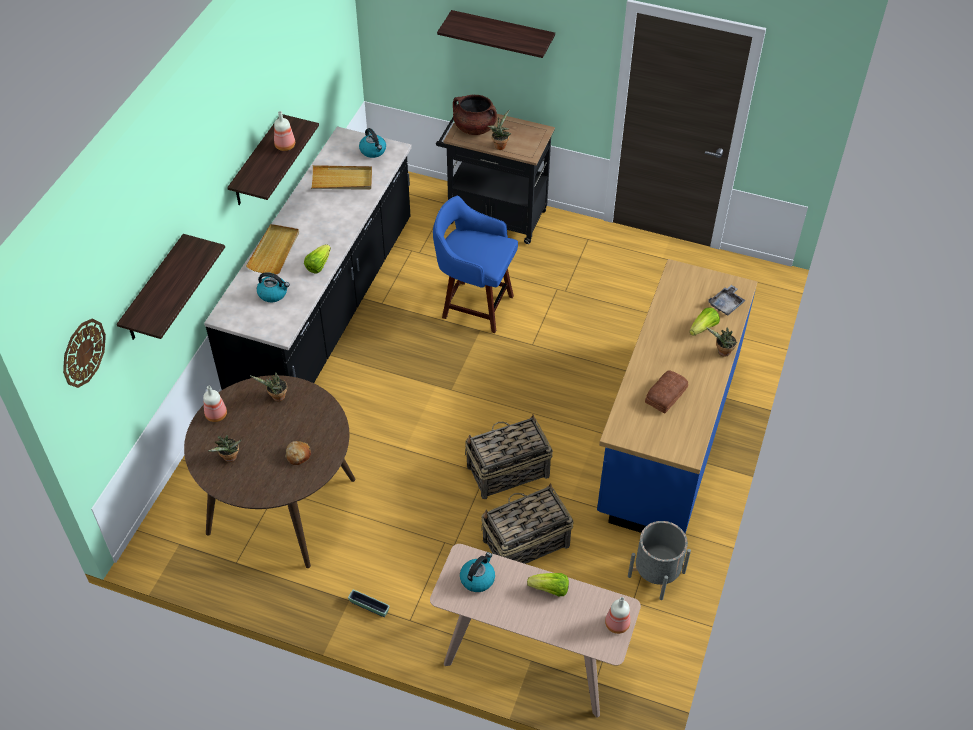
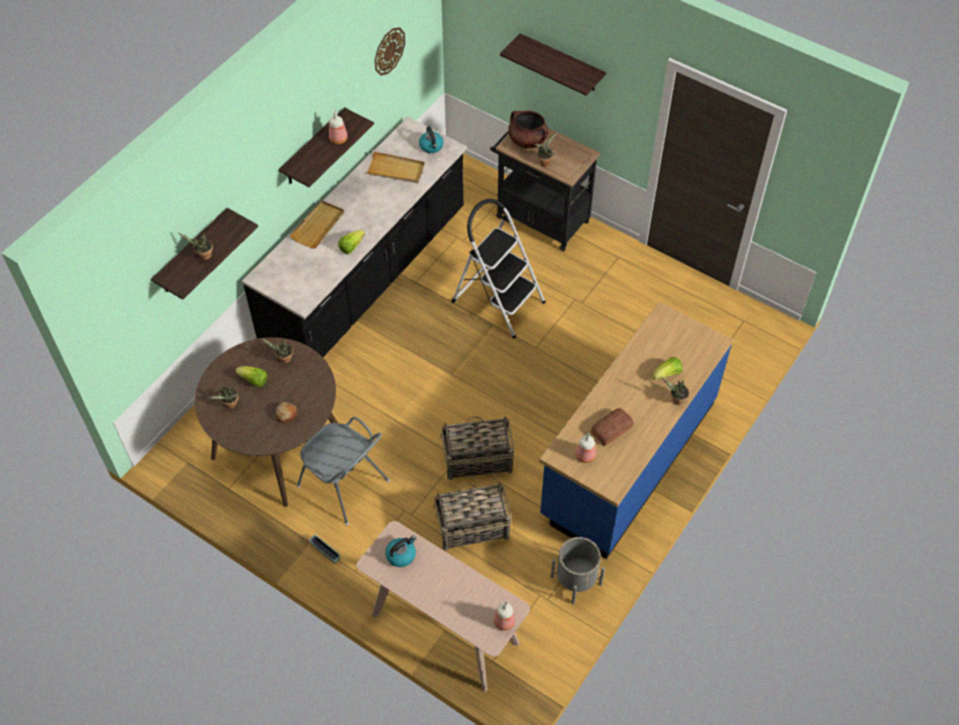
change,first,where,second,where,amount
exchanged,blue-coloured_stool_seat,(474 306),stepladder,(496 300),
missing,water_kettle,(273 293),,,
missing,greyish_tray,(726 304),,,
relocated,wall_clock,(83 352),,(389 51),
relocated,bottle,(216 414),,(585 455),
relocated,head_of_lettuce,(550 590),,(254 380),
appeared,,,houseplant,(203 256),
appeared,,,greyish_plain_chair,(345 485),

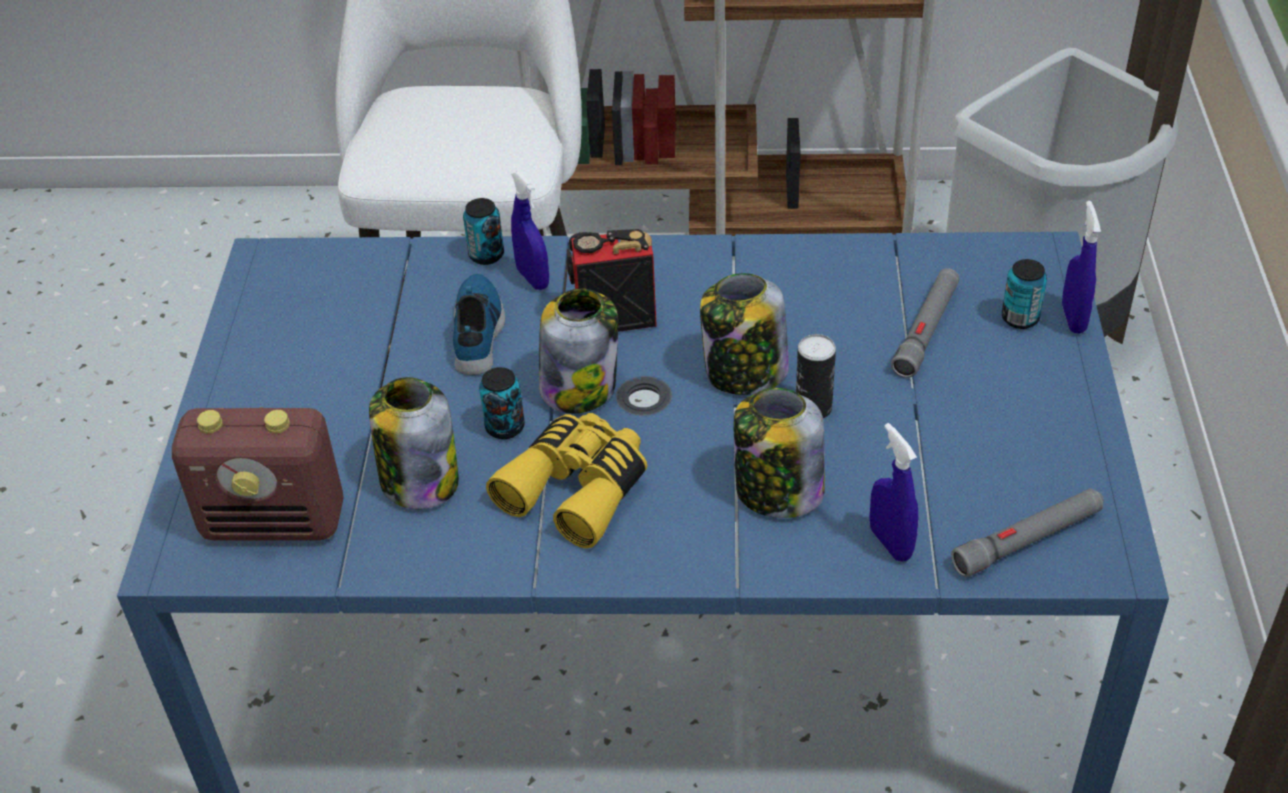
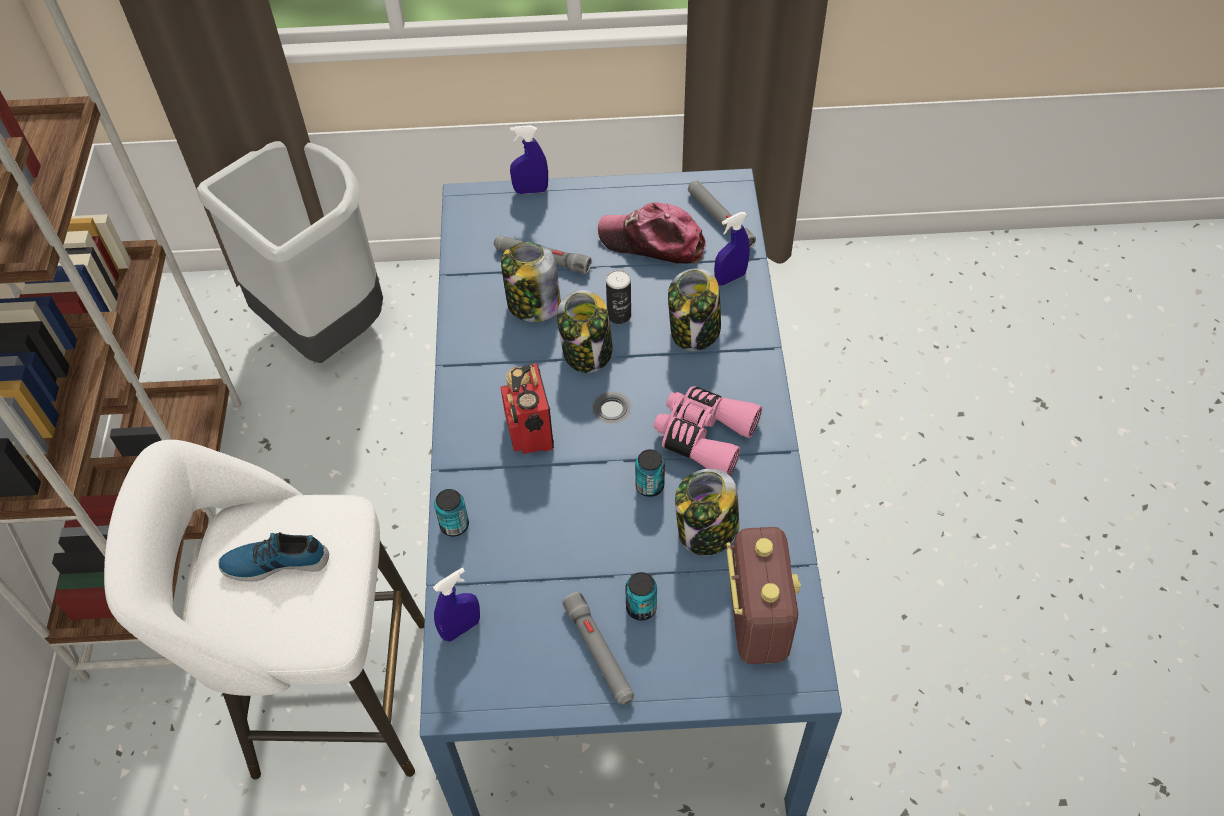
change,first,where,second,where,amount
relocated,blue-coloured_sprayer,(533 278),,(461 628),
relocated,can,(1020 318),,(641 607),
relocated,item_of_footwear,(479 330),,(276 561),
relocated,storage_jar,(579 387),,(532 305),
colour,yellowish_field_glasses,(578 488),pink-coloured_field_glasses,(704 436),
appeared,,,cap,(652 242),
appeared,,,greyish_flashlight,(599 653),

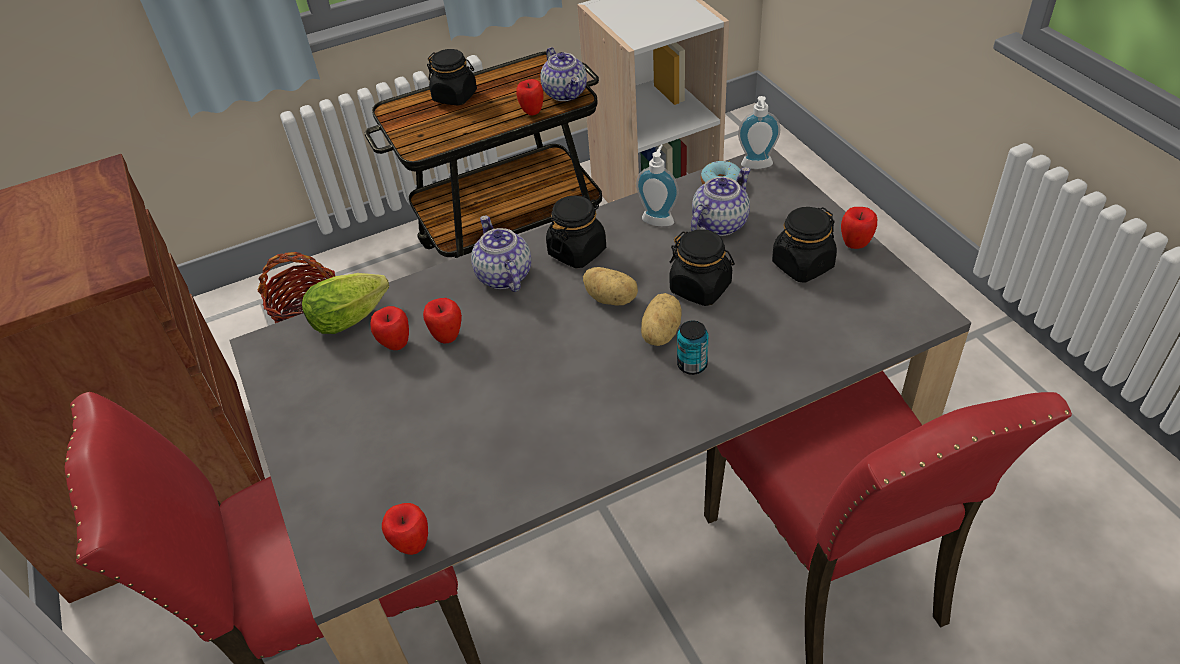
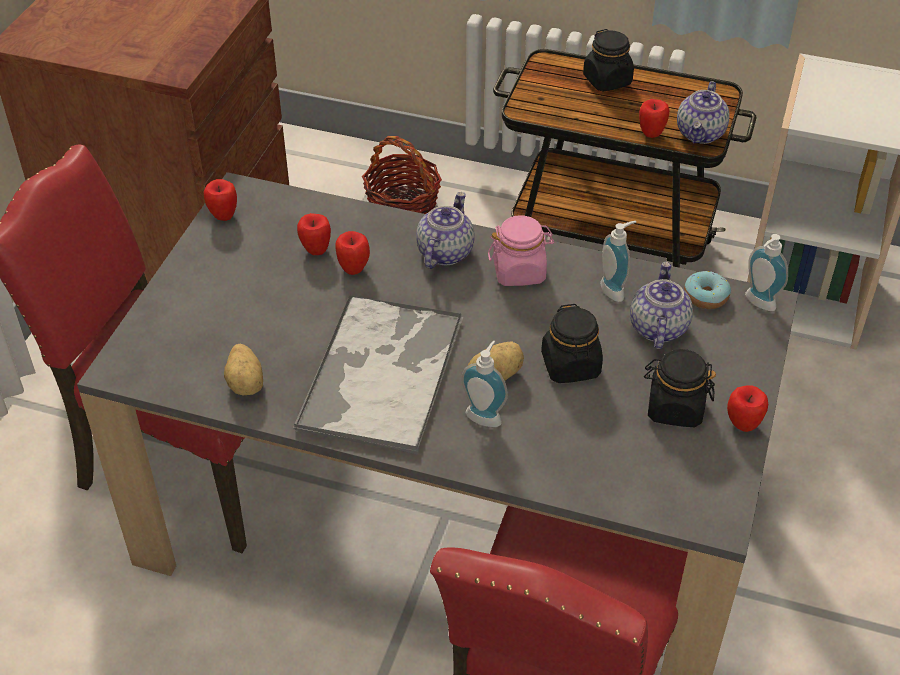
change,first,where,second,where,amount
spun,pot_for_tea,(719 223),,(657 327),75 degrees counterclockwise
colour,blackish_storage_jar,(577 251),pink-coloured_storage_jar,(519 271),
relocated,whole_potato,(611 298),,(246 383),
missing,head_of_lettuce,(354 317),,,
exchanged,can,(692 365),soap_bottle,(485 415),
relocated,apple,(412 545),,(223 216),
appeared,,,tray,(382 372),

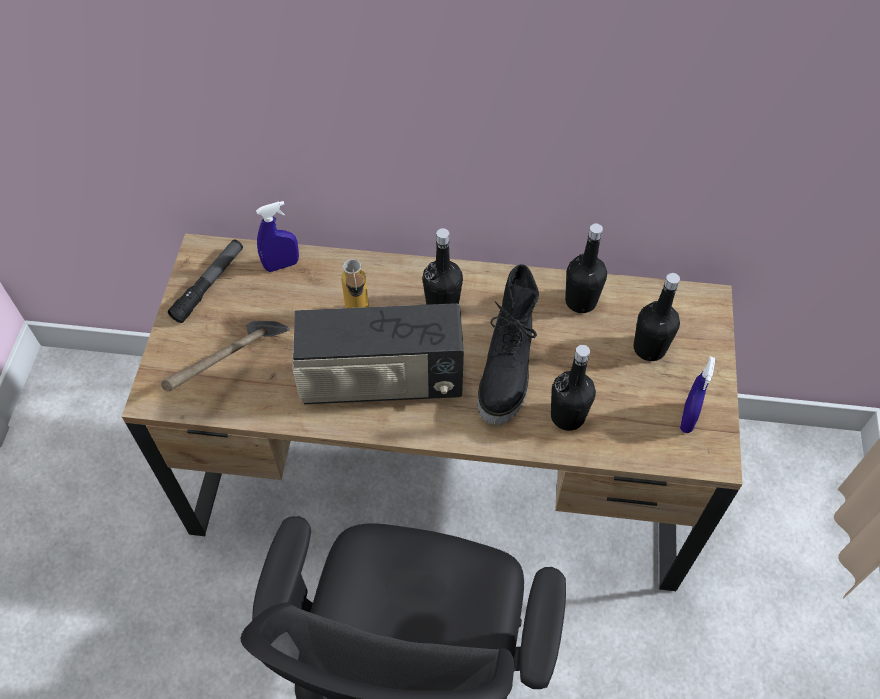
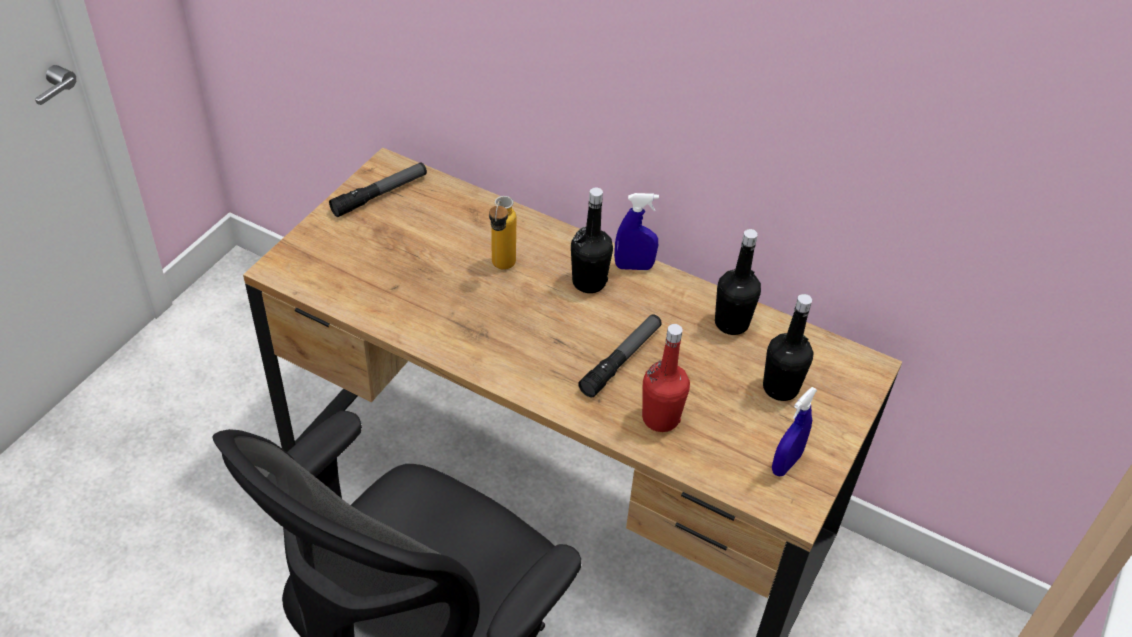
change,first,where,second,where,amount
relocated,blue-coloured_sprayer,(281 265),,(634 266),
exchanged,blackish_tall_boot,(507 372),flashlight,(621 360),
missing,radio,(381 382),,,
missing,hand_hammer,(238 376),,,
colour,blackish_bottle,(567 416),red_bottle,(660 418),

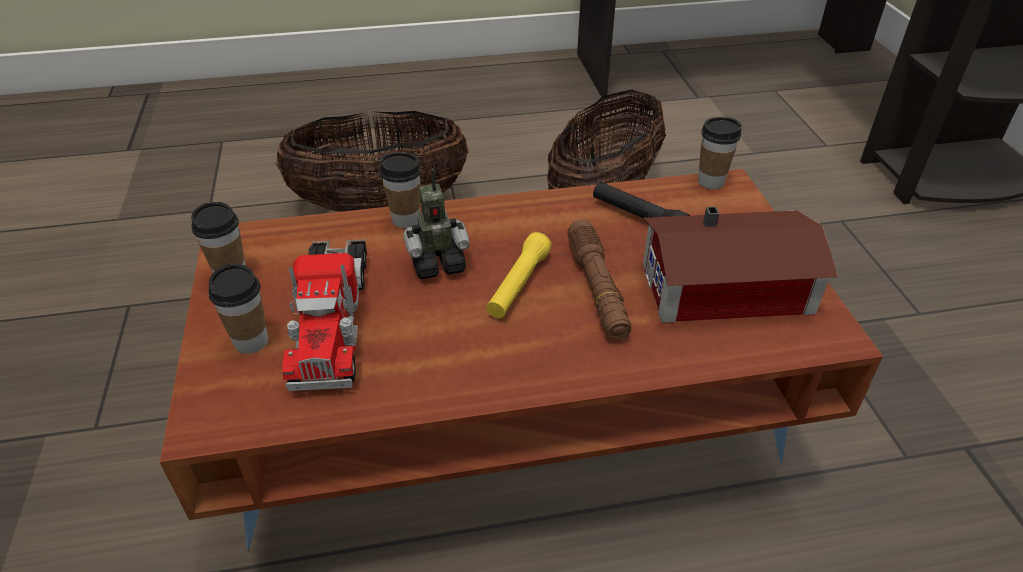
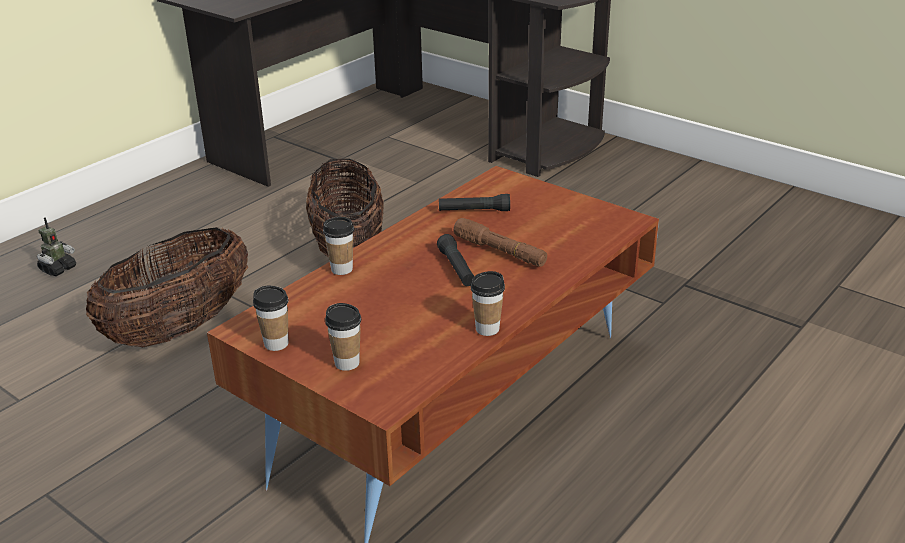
change,first,where,second,where,amount
relocated,small_cup,(711 182),,(487 329),
relocated,robot_figure,(437 263),,(58 269),
missing,toy_house,(732 290),,,
colour,yellowish_flashlight,(518 285),blackish_flashlight,(456 268),
missing,toy_lorry,(332 319),,,

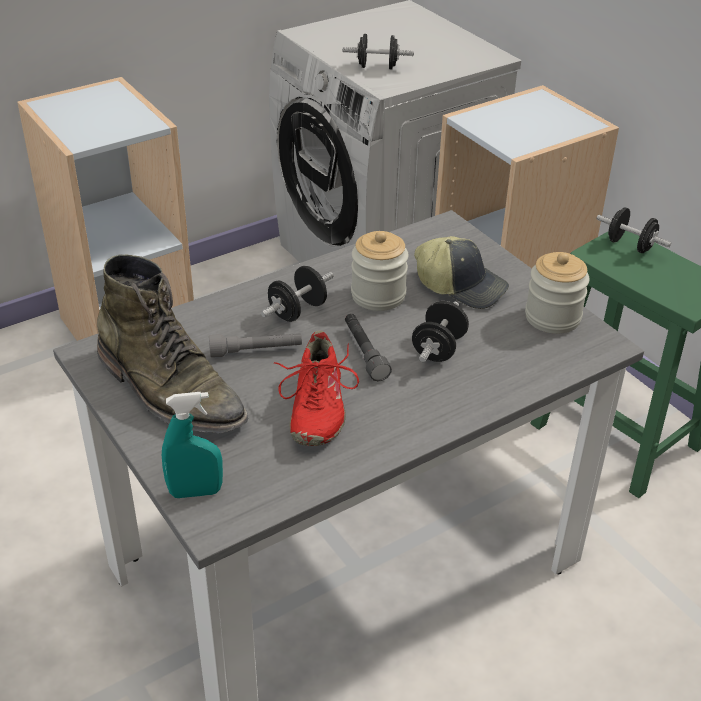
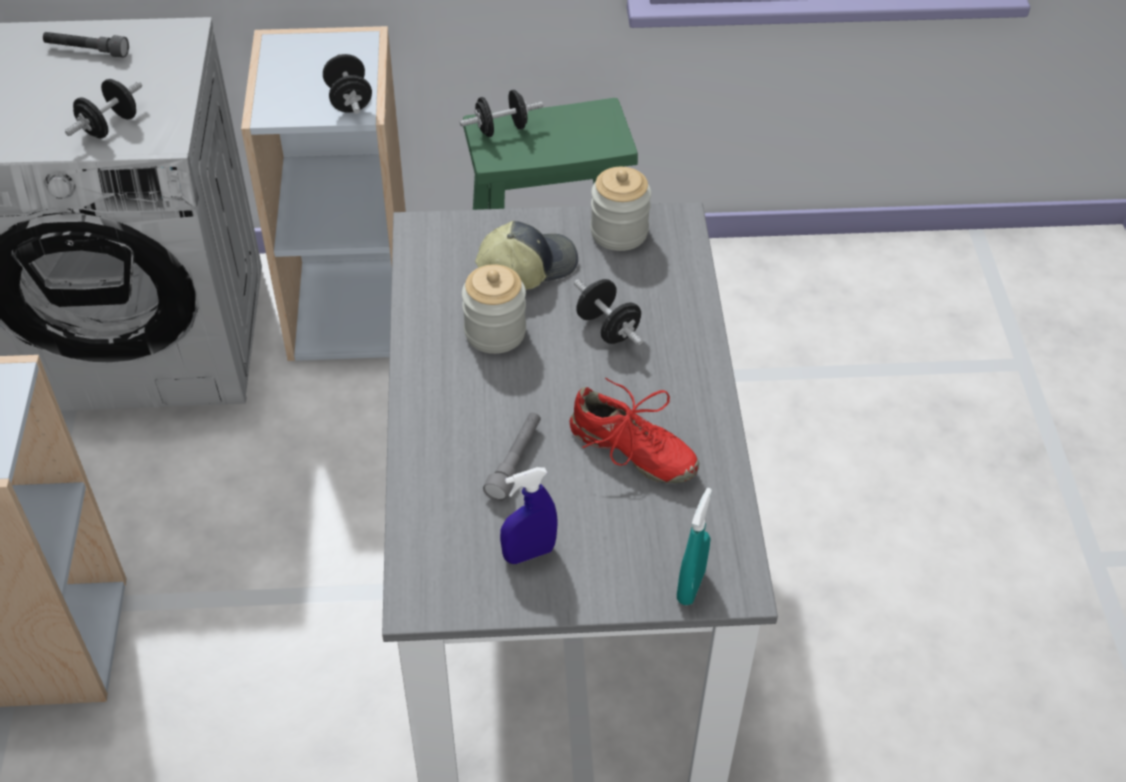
change,first,where,second,where,amount
exchanged,green-coloured_tall_boot,(170 390),blue-coloured_sprayer,(529 553),
relocated,blackish_hand_weight,(297 311),,(349 100),
relocated,greyish_flashlight,(364 353),,(87 51),

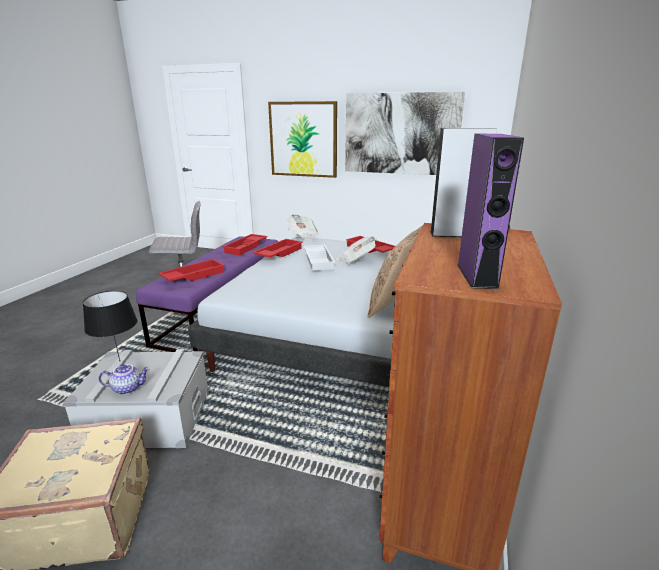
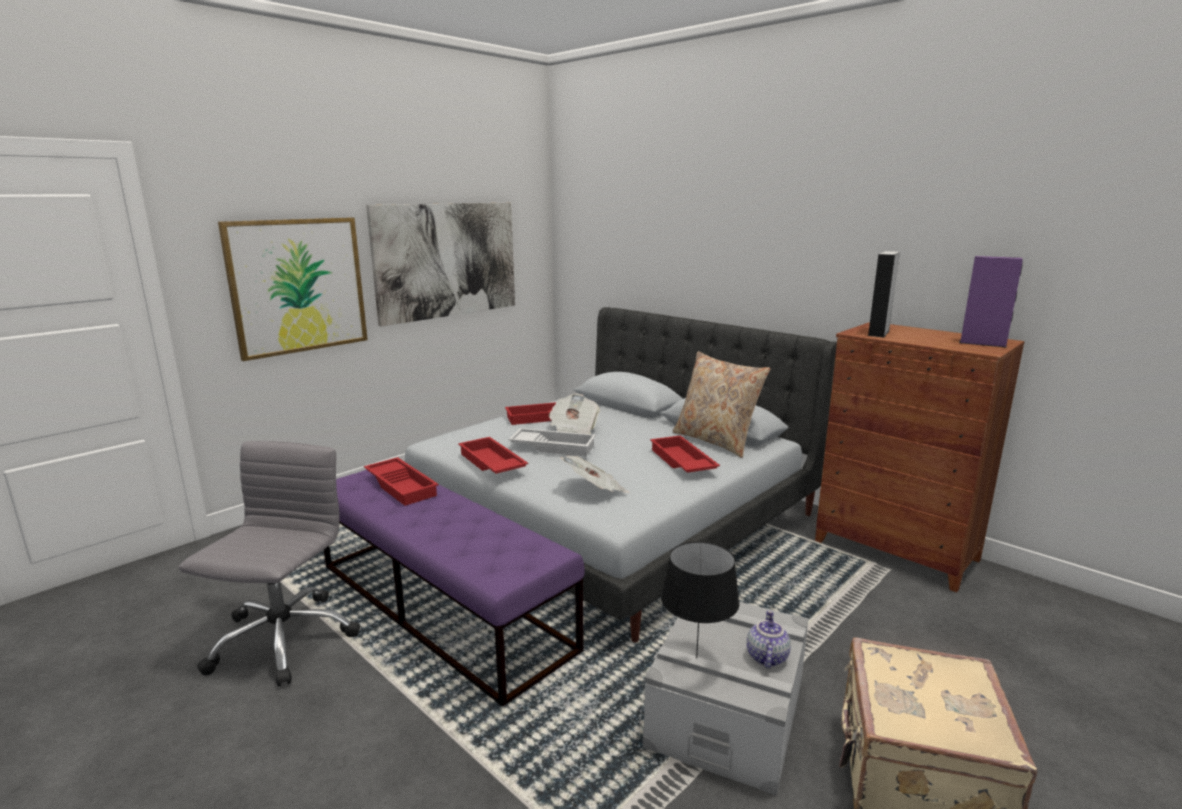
change,first,where,second,where,amount
relocated,daily_paper,(302 235),,(595 491),
relocated,red_tray,(193 275),,(681 462),

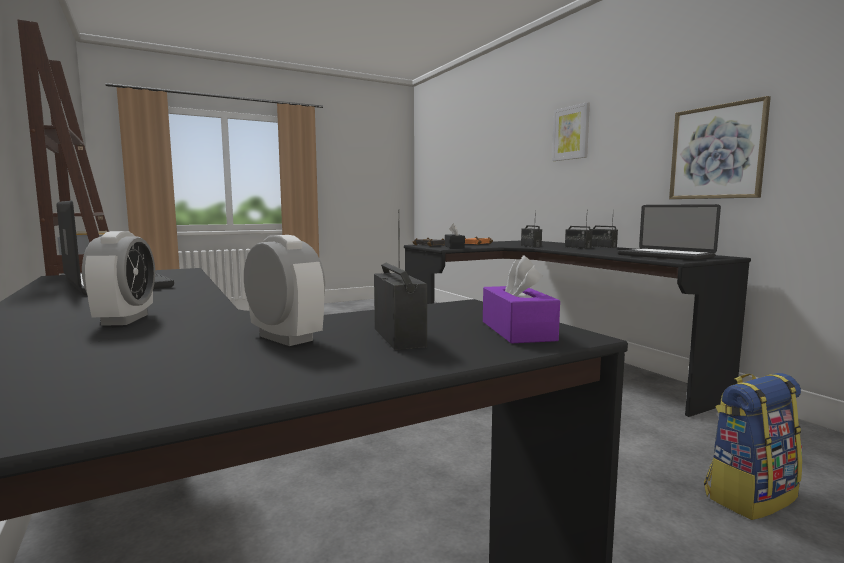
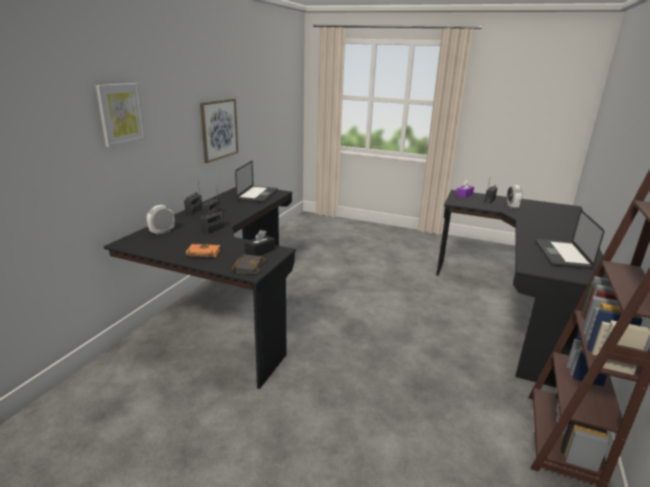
change,first,where,second,where,amount
relocated,alarm_clock,(125 320),,(162 232),
missing,backpack,(749 496),,,

